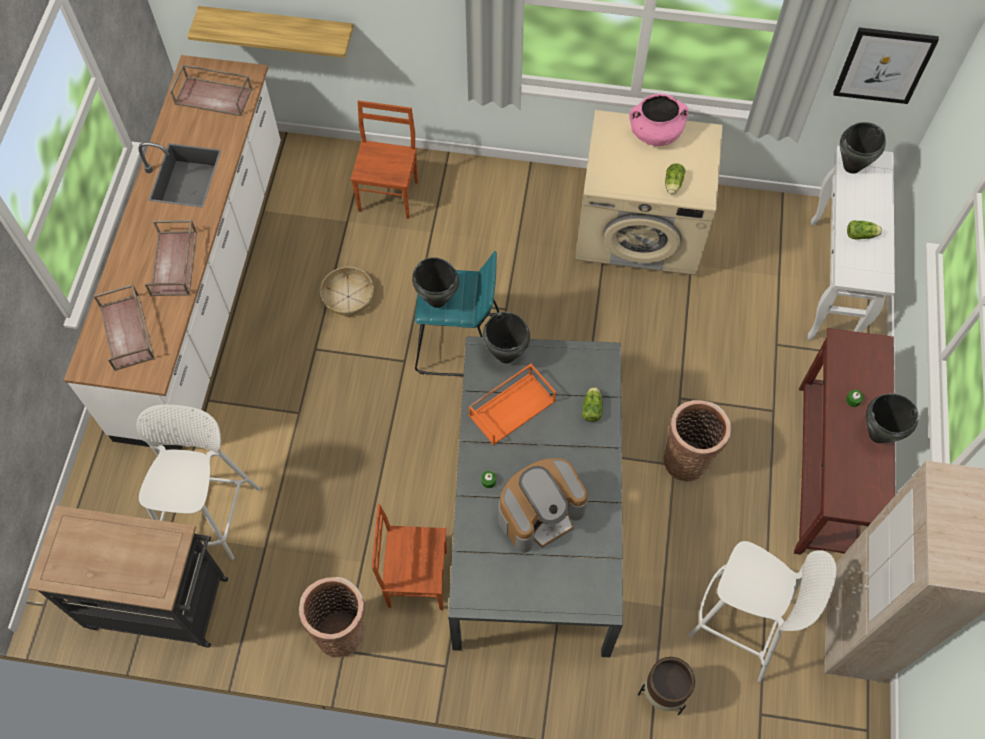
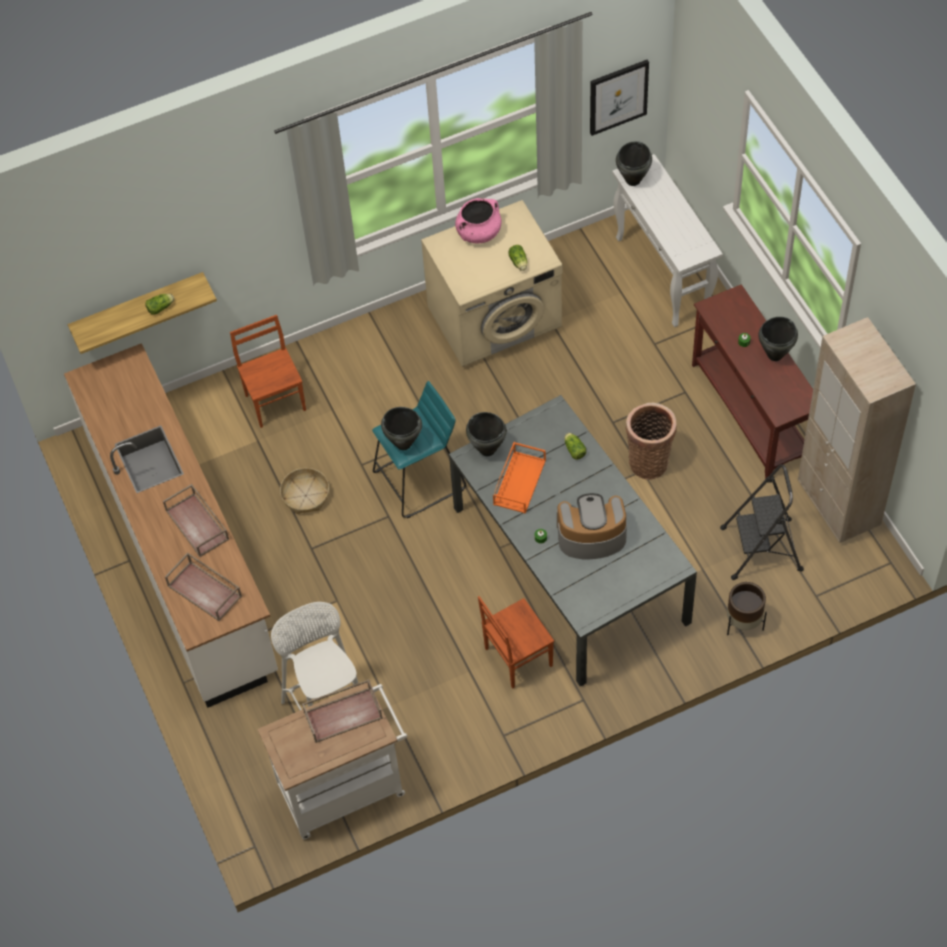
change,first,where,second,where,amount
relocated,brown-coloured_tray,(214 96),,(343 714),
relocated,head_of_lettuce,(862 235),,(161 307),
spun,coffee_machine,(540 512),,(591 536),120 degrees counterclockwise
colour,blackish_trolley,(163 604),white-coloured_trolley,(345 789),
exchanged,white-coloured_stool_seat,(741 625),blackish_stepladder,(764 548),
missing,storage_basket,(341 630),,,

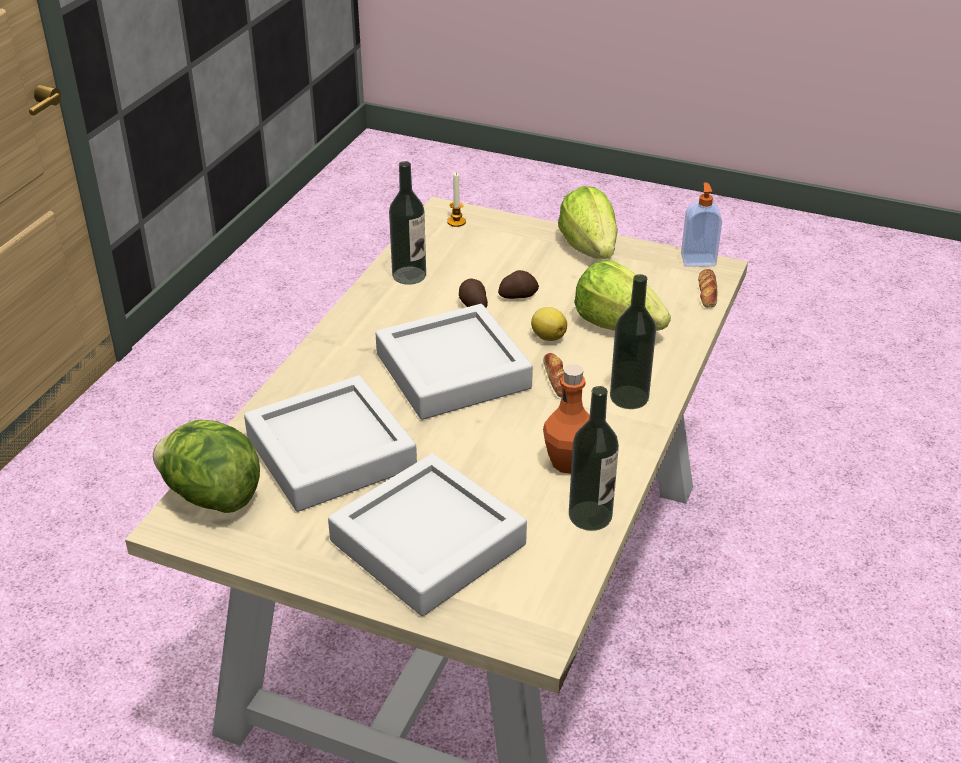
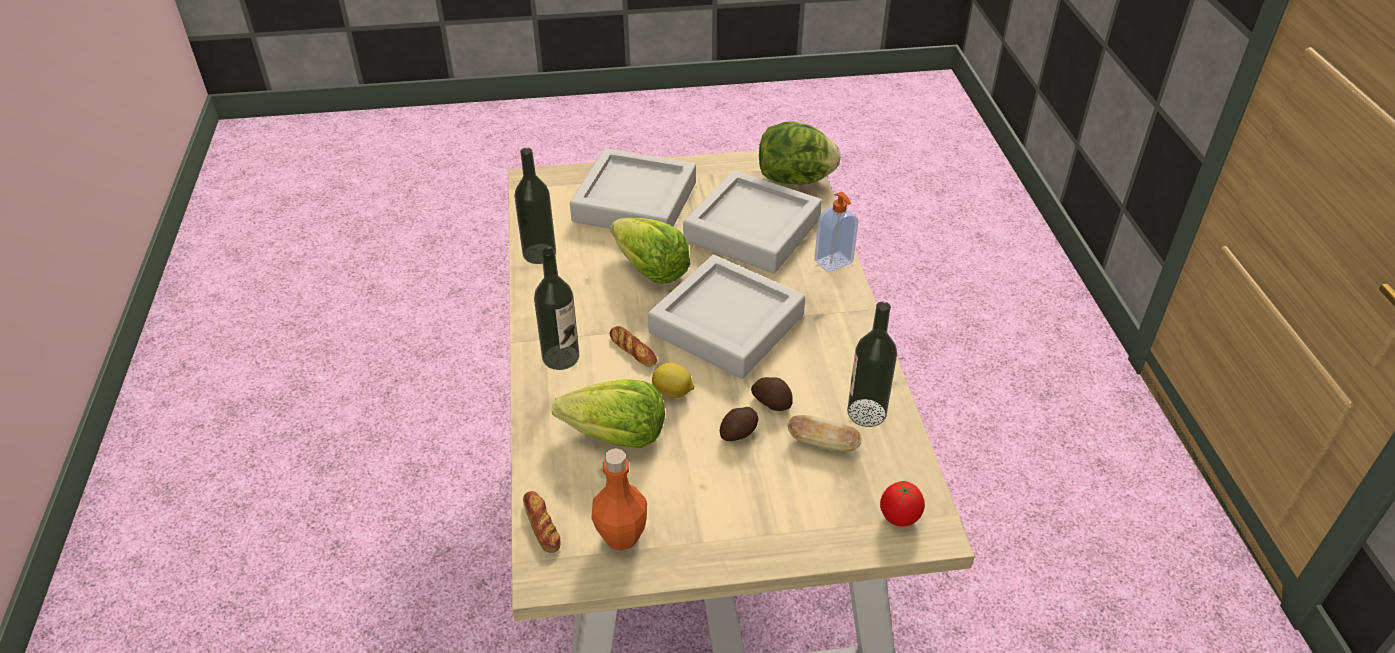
change,first,where,second,where,amount
exchanged,wax_candle,(456 222),fresh_tomato,(899 518),
relocated,soap_bottle,(698 260),,(834 262),
relocated,head_of_lettuce,(590 248),,(650 270),
relocated,orangey_bottle,(568 462),,(621 536),
appeared,,,bread,(823 444),

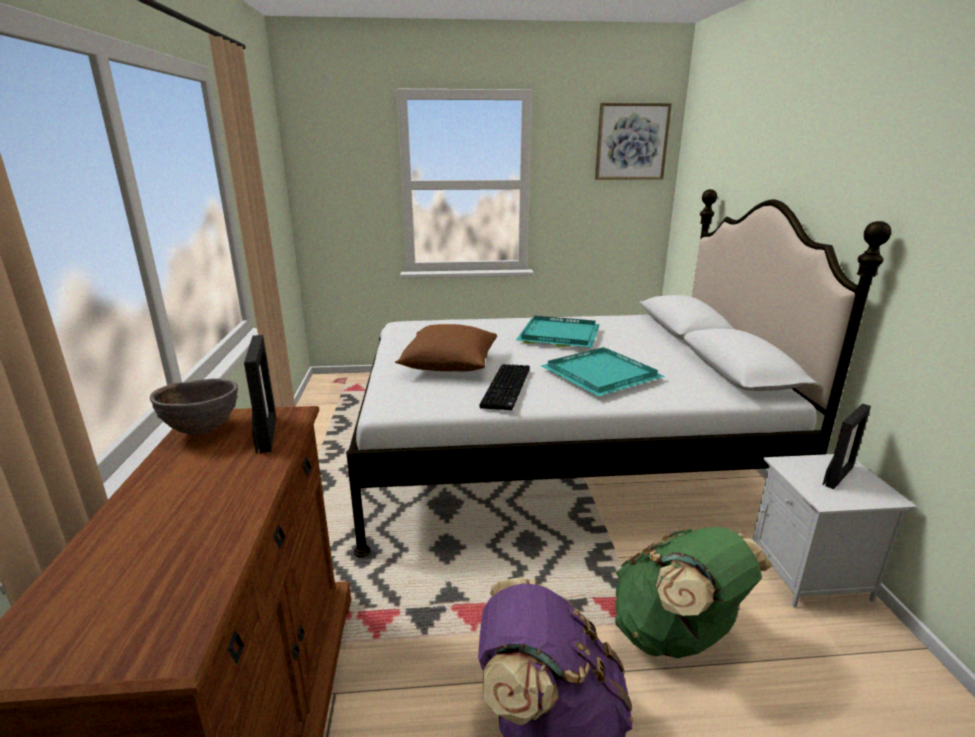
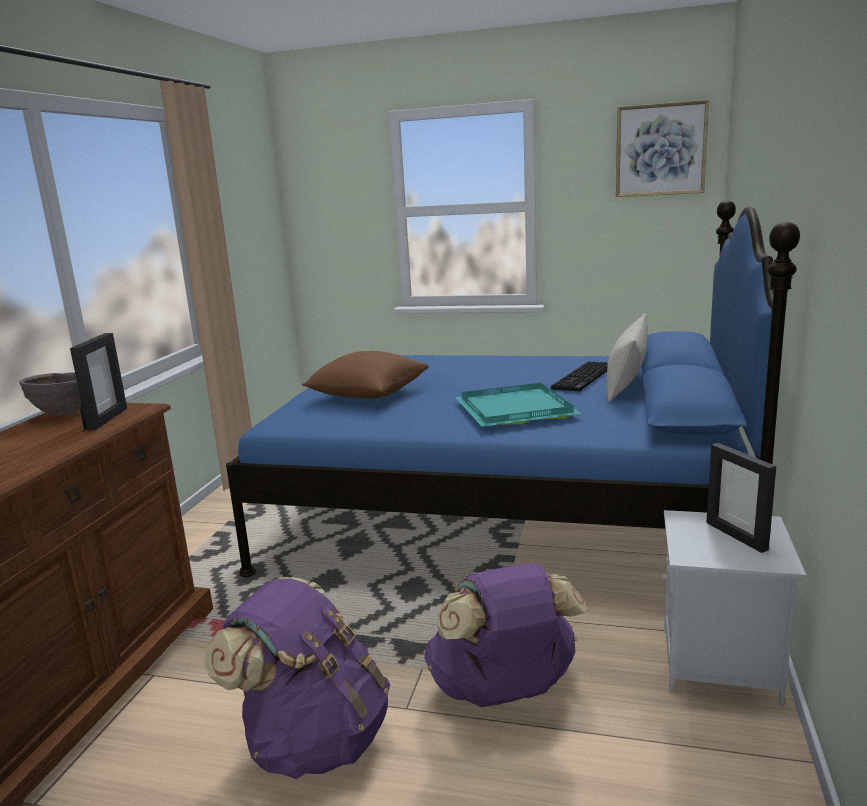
change,first,where,second,where,amount
colour,white-coloured_bed,(558 459),blue-coloured_bed,(506 517),
missing,blue-green_tray,(557 335),,,
relocated,computer_keyboard,(507 388),,(584 378),
spun,picture_frame,(838 475),,(737 535),90 degrees clockwise
colour,green-coloured_backpack,(675 635),purplish_backpack,(504 692),
appeared,,,beige-coloured_throw_pillow,(626 383),

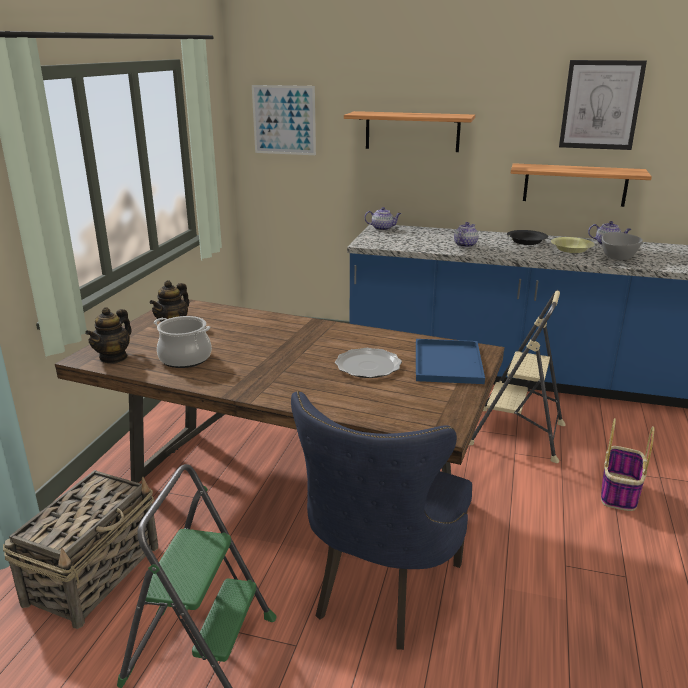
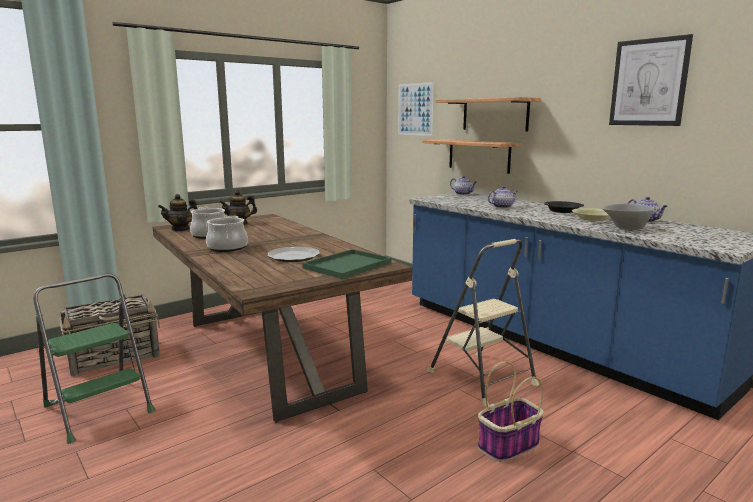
change,first,where,second,where,amount
relocated,wall_shelf,(575 185),,(479 155),
colour,blue-coloured_tray,(449 363),green-coloured_tray,(347 266),
missing,blue-coloured_plain_chair,(381 590),,,
appeared,,,cooking_pot,(227 248),

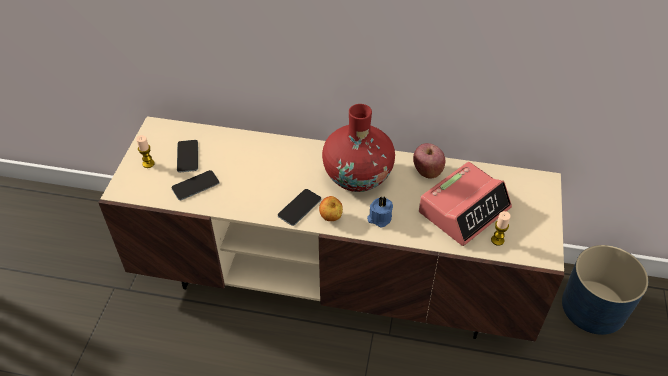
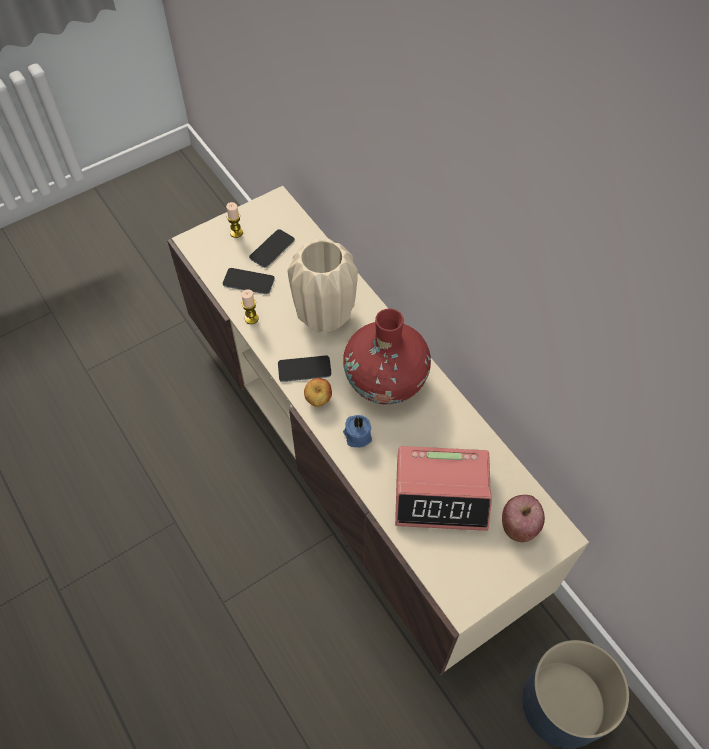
change,first,where,second,where,amount
relocated,apple,(427 171),,(519 526),
relocated,wax_candle,(497 240),,(251 318),
appeared,,,beige-coloured_decorative_vase,(325 315),

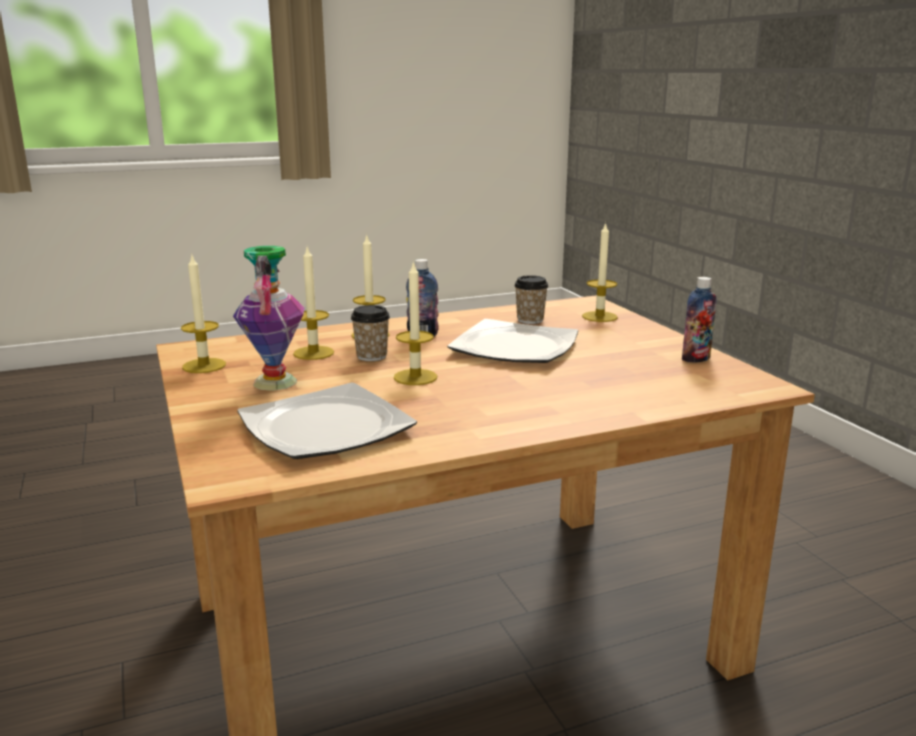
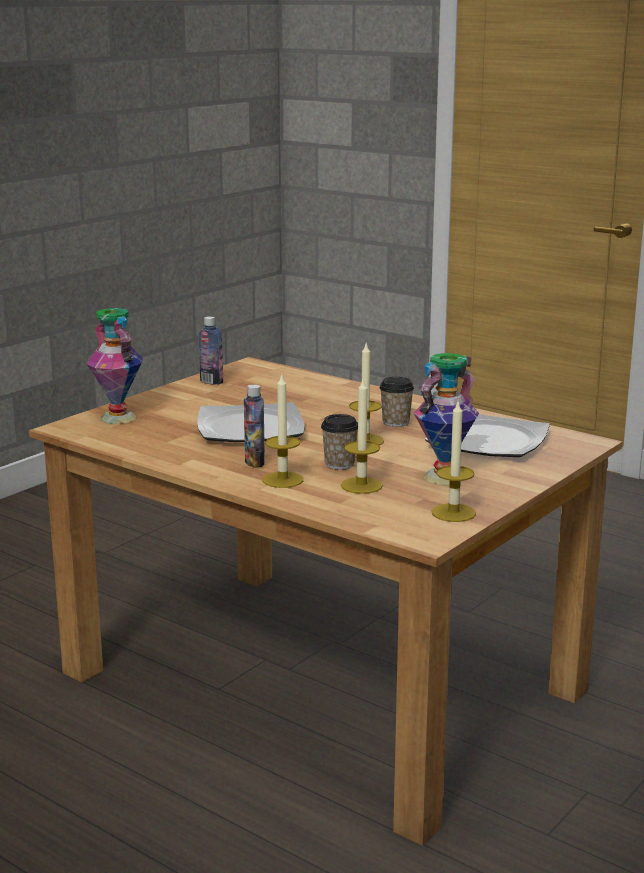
change,first,where,second,where,amount
exchanged,wax_candle,(599 317),decorative_vase,(119 417),
relocated,small_cup,(530 320),,(396 422),

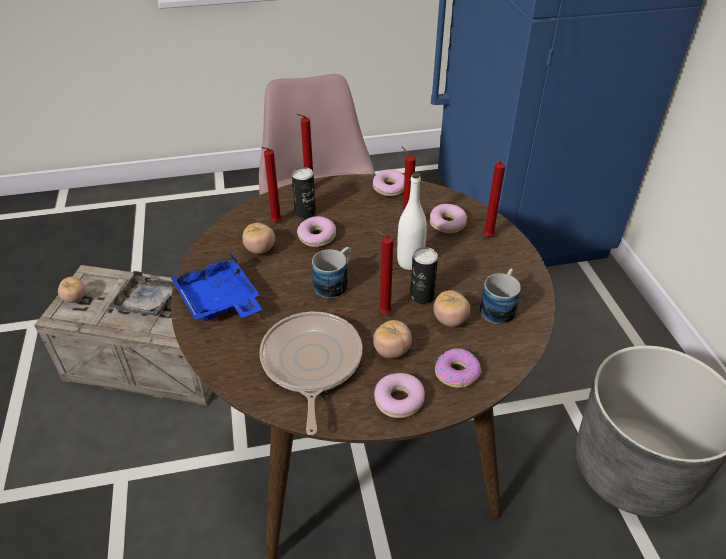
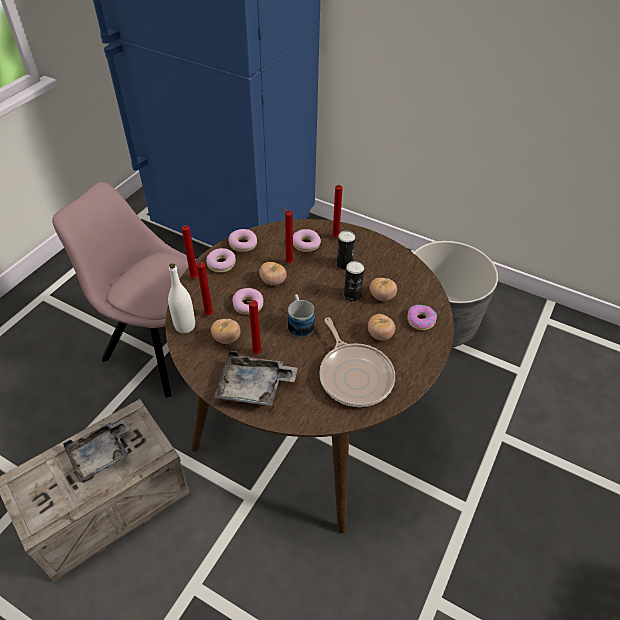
change,first,where,second,where,amount
relocated,can,(305 212),,(344 264),
relocated,white-coloured_bottle,(410 262),,(185 326),
relocated,red_wax_candle,(382 312),,(255 353),
colour,blue-coloured_tray,(219 301),greyish_tray,(254 387),
missing,tea_mug,(499 306),,,
relocated,fresh_tomato,(75 298),,(273 281),
spun,frying_pan,(311 363),,(354 375),150 degrees counterclockwise
relocated,ring_doughnut,(399 400),,(221 264),

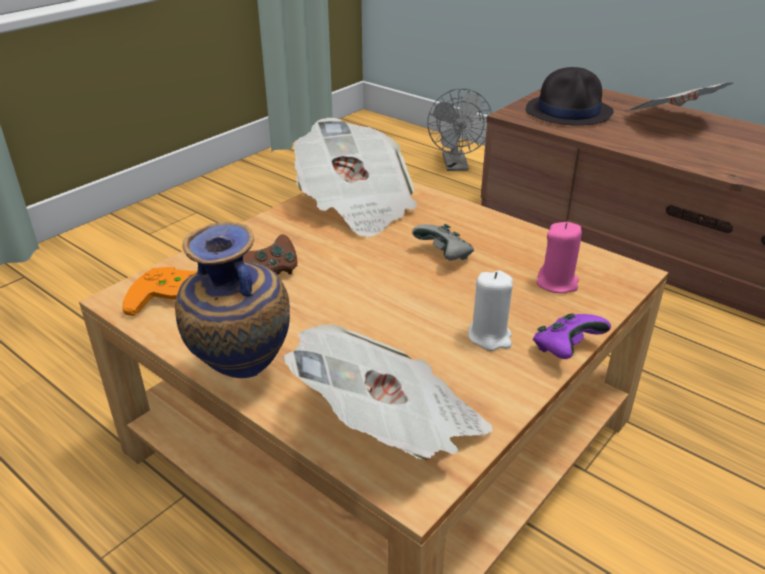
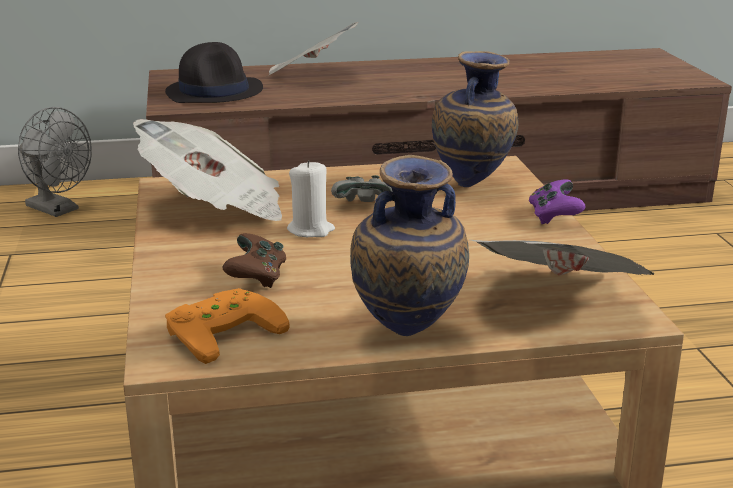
change,first,where,second,where,amount
exchanged,pink-coloured_wax_candle,(557 283),decorative_vase,(472 188),
relocated,white-coloured_wax_candle,(490 337),,(310 230),

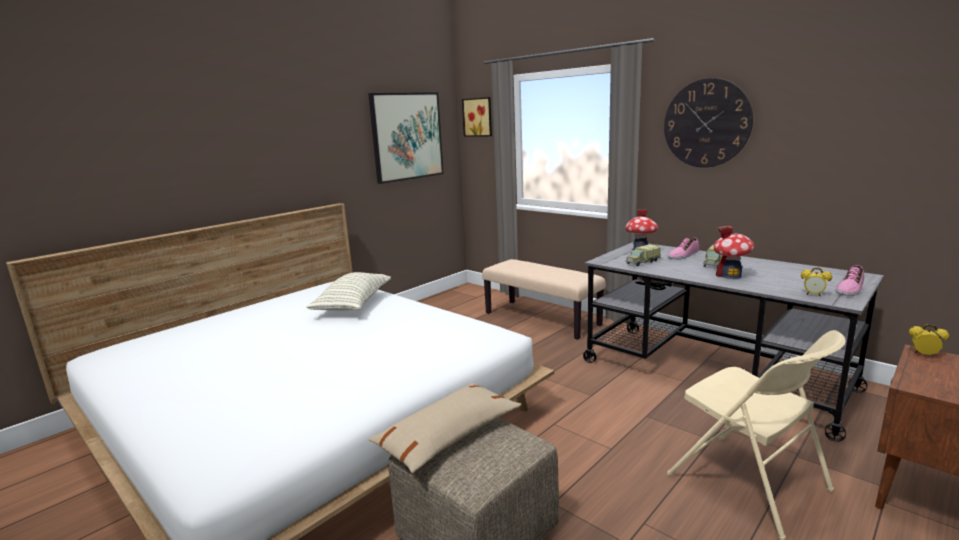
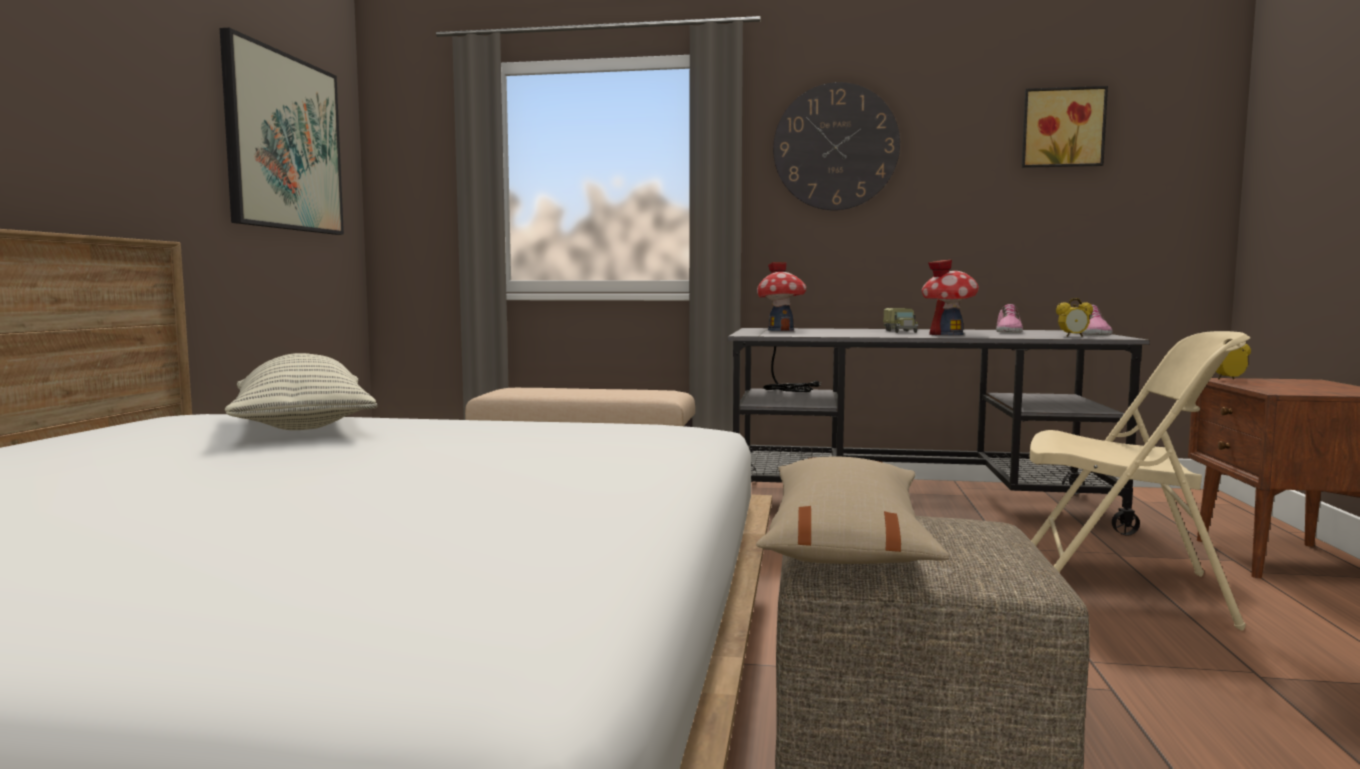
change,first,where,second,where,amount
relocated,wall_picture,(478 117),,(1062 128),
relocated,item_of_footwear,(683 255),,(1007 331),
missing,toy_lorry,(642 262),,,

